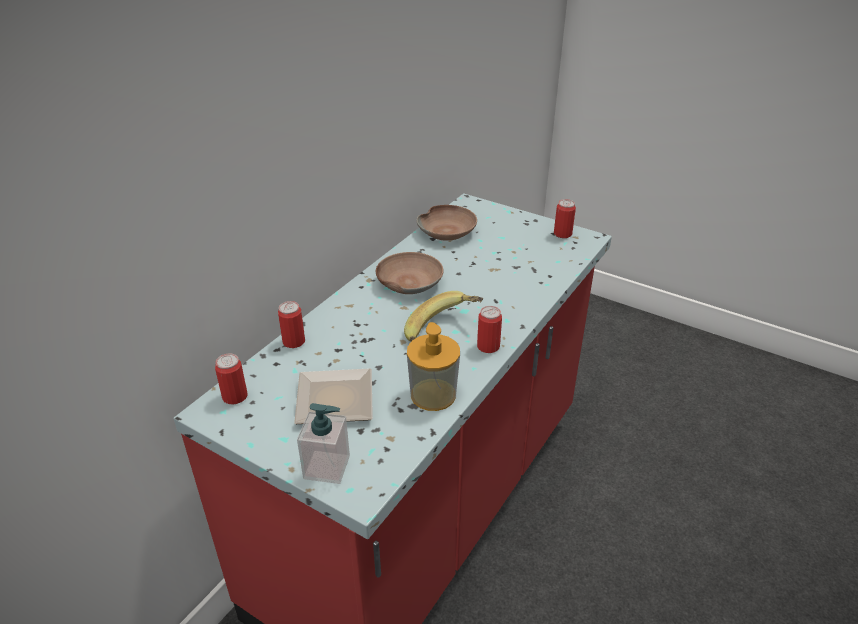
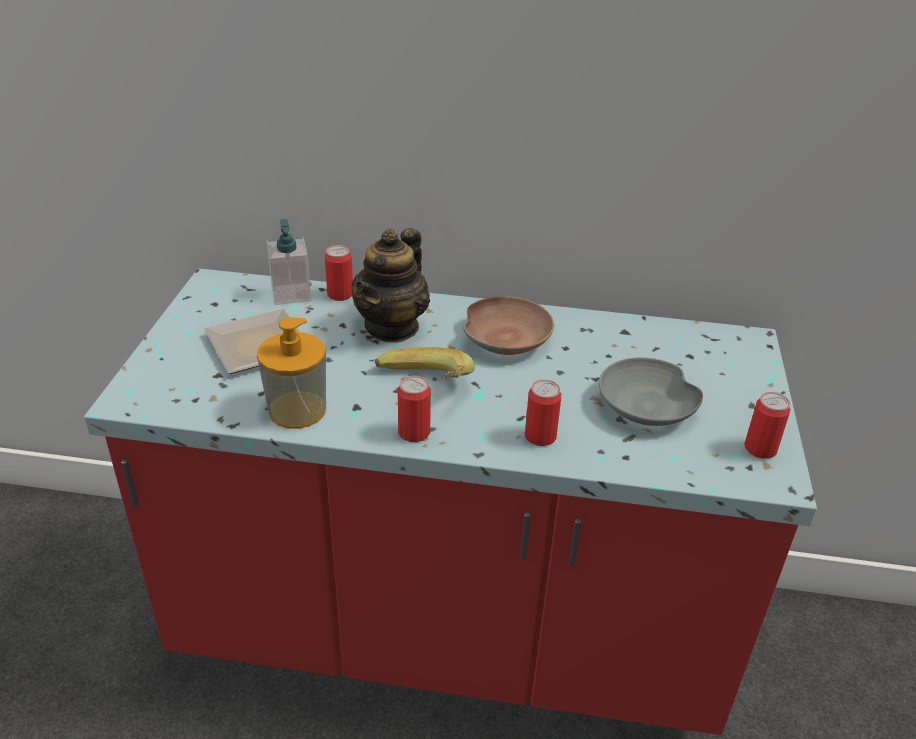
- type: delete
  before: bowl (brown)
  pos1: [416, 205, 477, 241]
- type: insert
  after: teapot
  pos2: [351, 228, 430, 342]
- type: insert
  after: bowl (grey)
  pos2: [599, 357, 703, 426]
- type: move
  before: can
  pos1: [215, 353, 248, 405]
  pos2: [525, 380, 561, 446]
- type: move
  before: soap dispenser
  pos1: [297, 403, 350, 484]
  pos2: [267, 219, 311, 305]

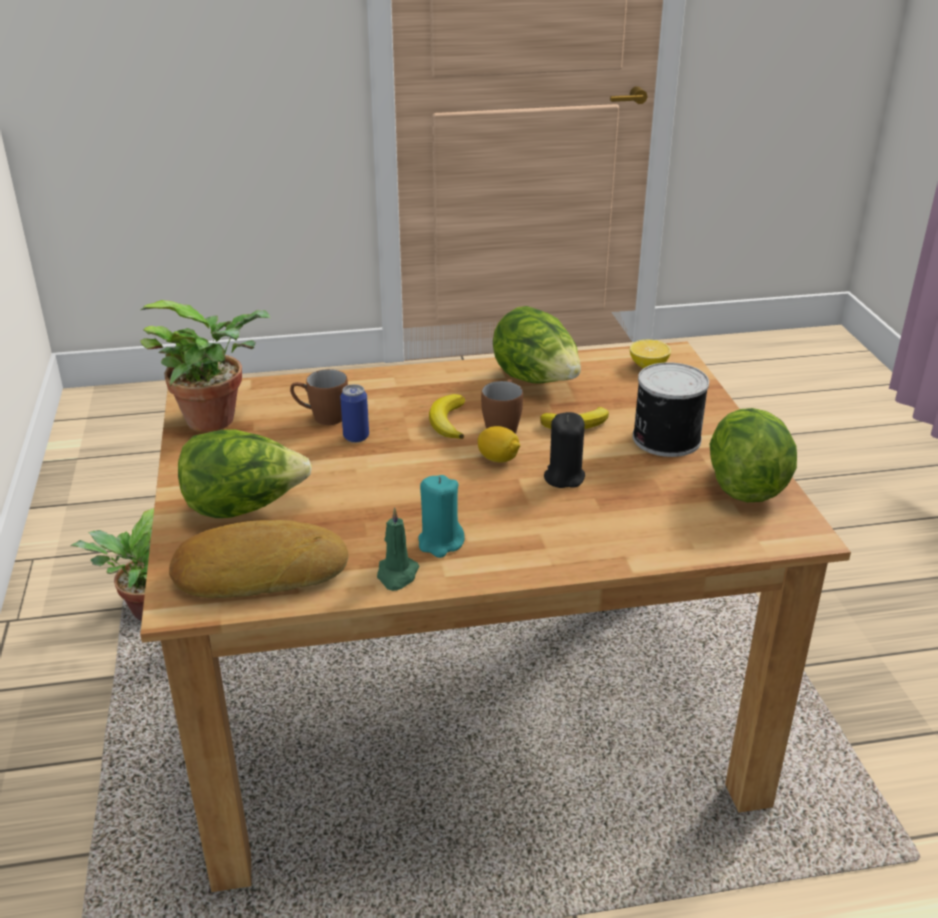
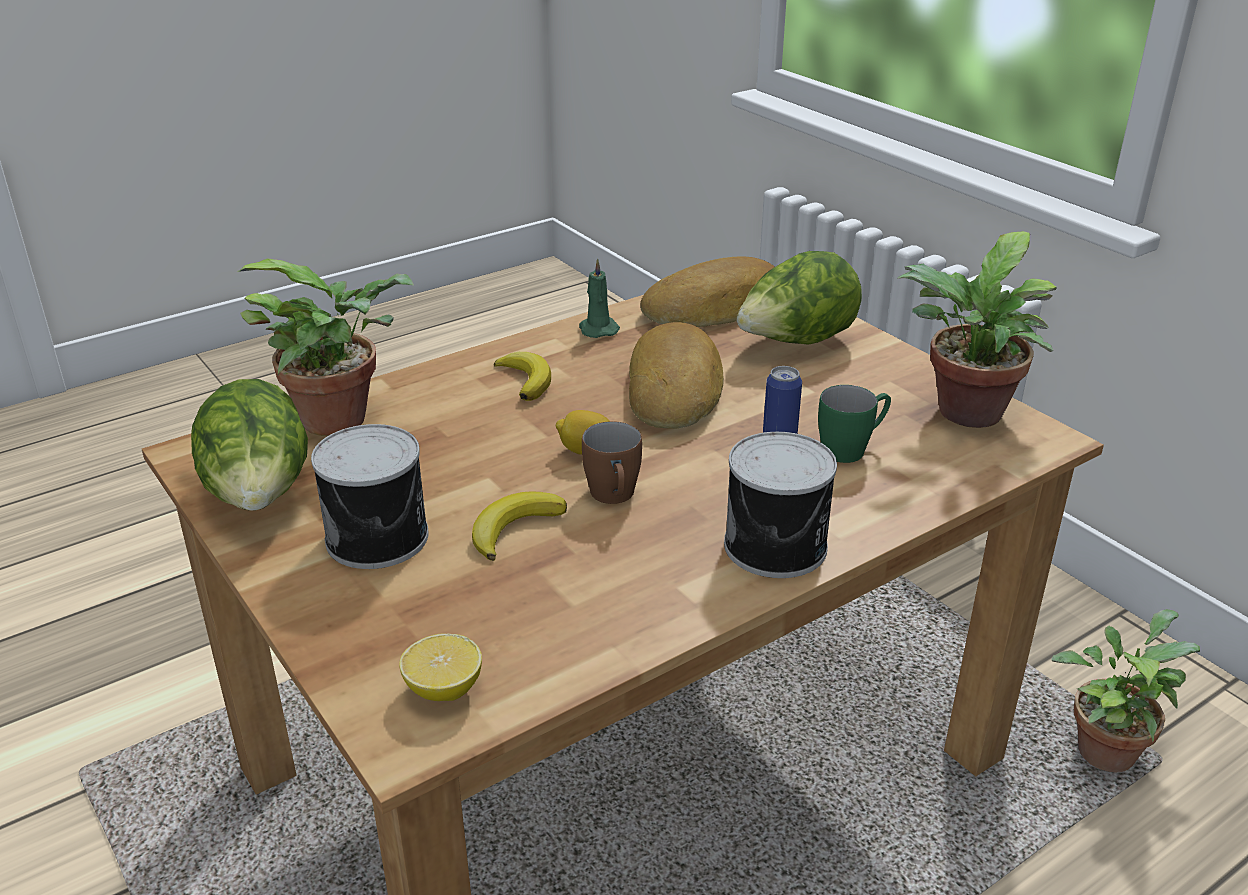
- type: delete
  before: candle (turquoise)
  pos1: [418, 475, 465, 558]
- type: delete
  before: lettuce
  pos1: [493, 306, 581, 384]
- type: delete
  before: candle (black)
  pos1: [544, 412, 585, 488]
- type: insert
  after: potted plant
  pos2: [238, 258, 414, 436]
- type: insert
  after: bread
  pos2: [629, 322, 724, 429]
- type: insert
  after: can
  pos2: [724, 432, 837, 578]
- type: move
  before: banana
  pos1: [429, 394, 465, 439]
  pos2: [494, 352, 551, 401]
- type: recolor
  before: mug (brown)
  after: mug (green)
  pos1: [290, 369, 348, 425]
  pos2: [818, 385, 891, 463]

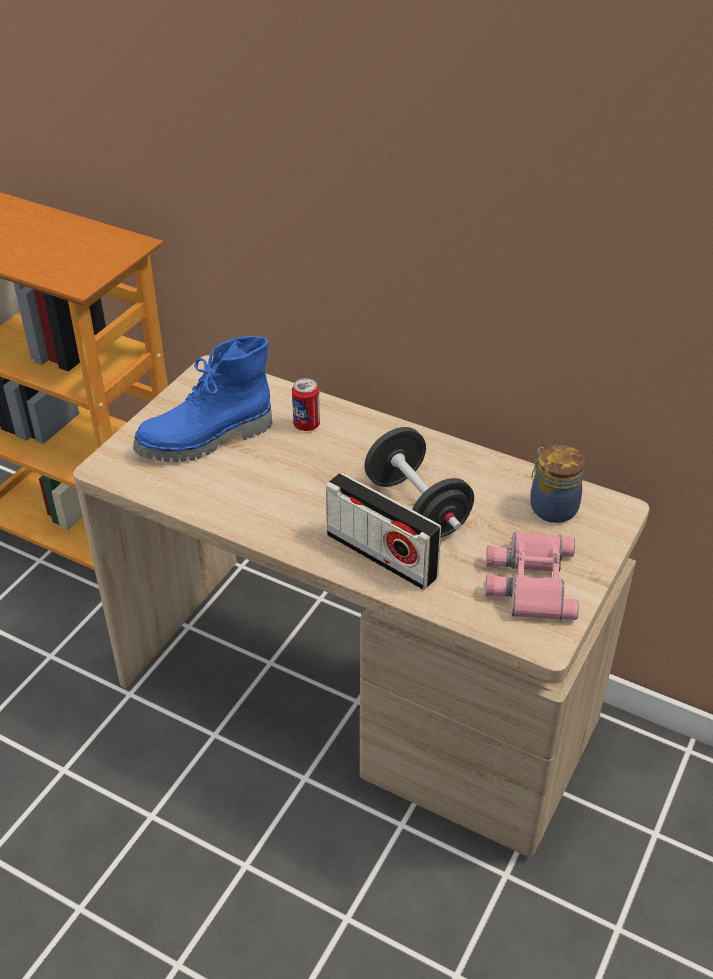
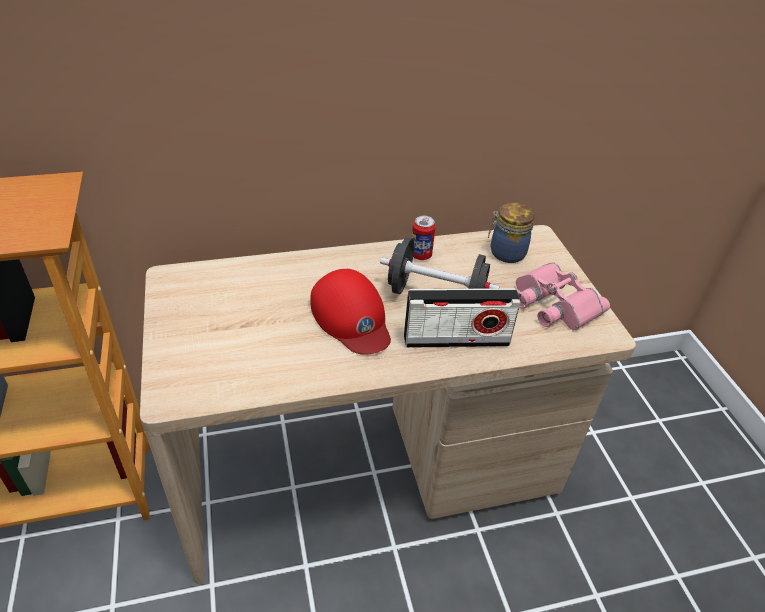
- type: delete
  before: boot (blue)
  pos1: [133, 336, 272, 462]
- type: insert
  after: cap (red)
  pos2: [310, 269, 391, 355]
- type: move
  before: can
  pos1: [292, 378, 320, 431]
  pos2: [412, 216, 436, 260]

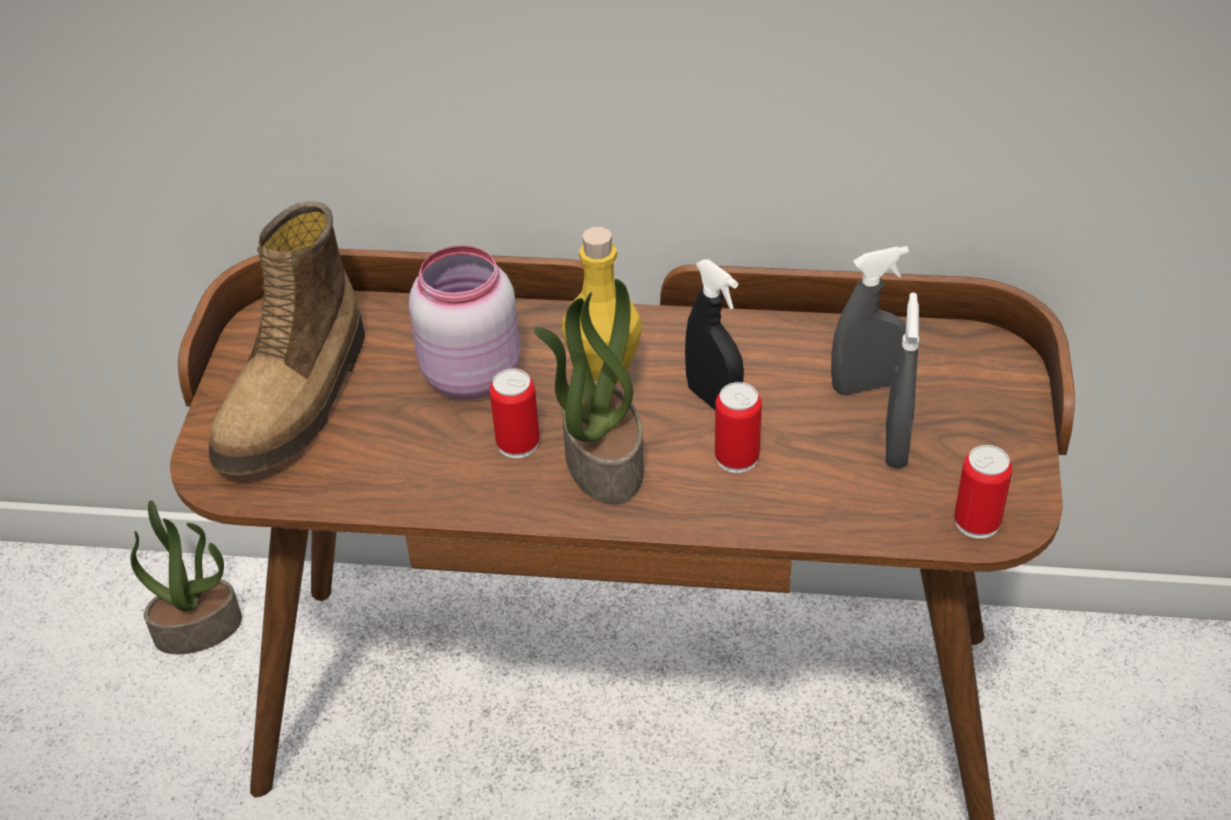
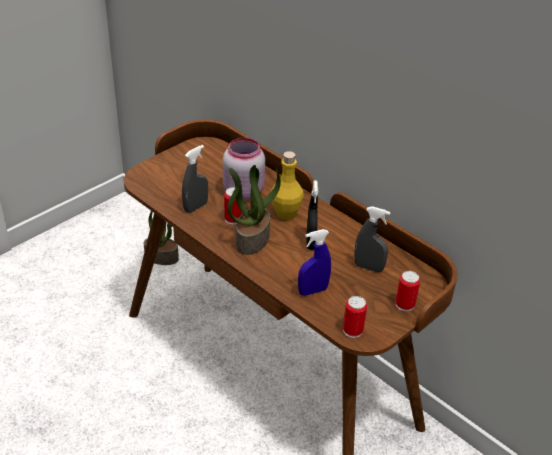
- type: delete
  before: boot
  pos1: [209, 201, 365, 475]
- type: insert
  after: spray bottle (blue)
  pos2: [298, 229, 331, 296]
- type: move
  before: can
  pos1: [715, 382, 762, 473]
  pos2: [396, 271, 420, 312]
- type: move
  before: spray bottle (grey)
  pos1: [885, 293, 919, 468]
  pos2: [182, 145, 208, 213]

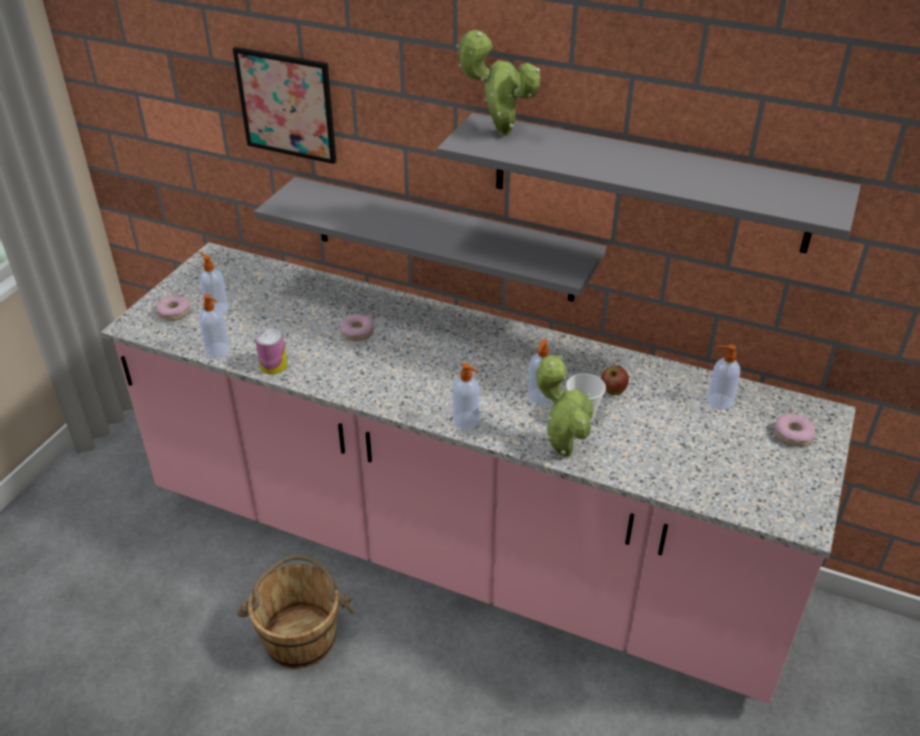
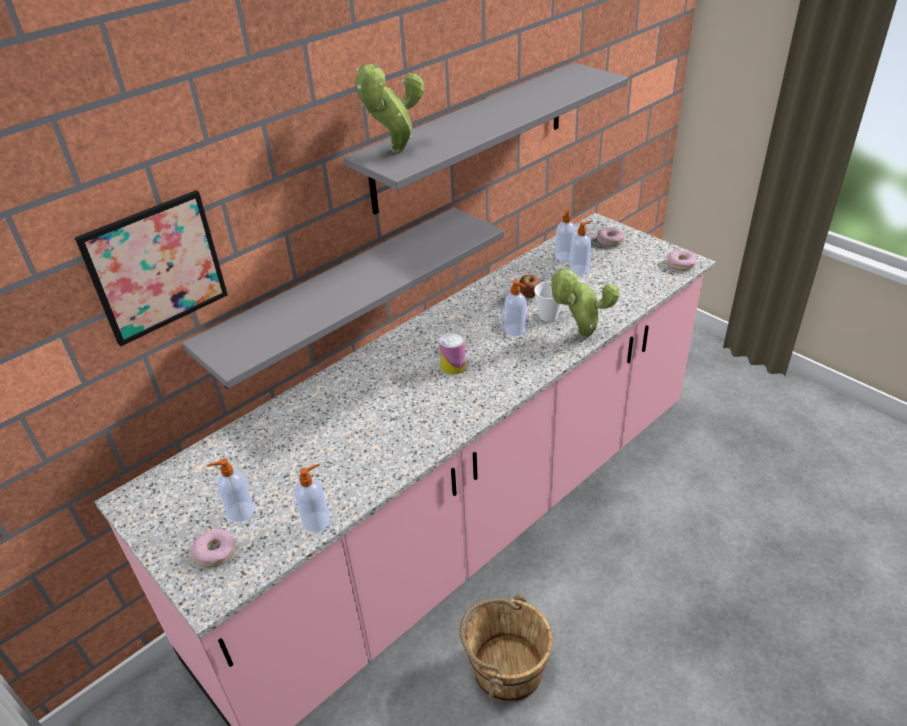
- type: move
  before: can
  pos1: [255, 328, 288, 374]
  pos2: [439, 332, 466, 375]
- type: move
  before: donut
  pos1: [340, 314, 375, 341]
  pos2: [667, 250, 697, 271]
- type: move
  before: soap dispenser
  pos1: [453, 363, 479, 429]
  pos2: [570, 220, 593, 275]

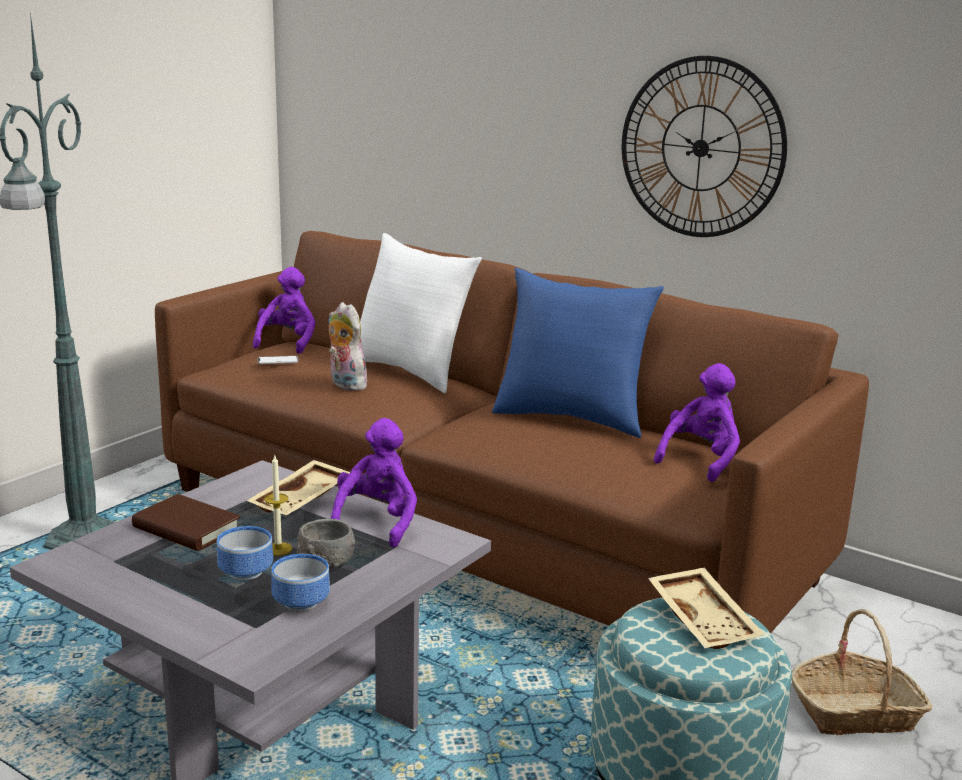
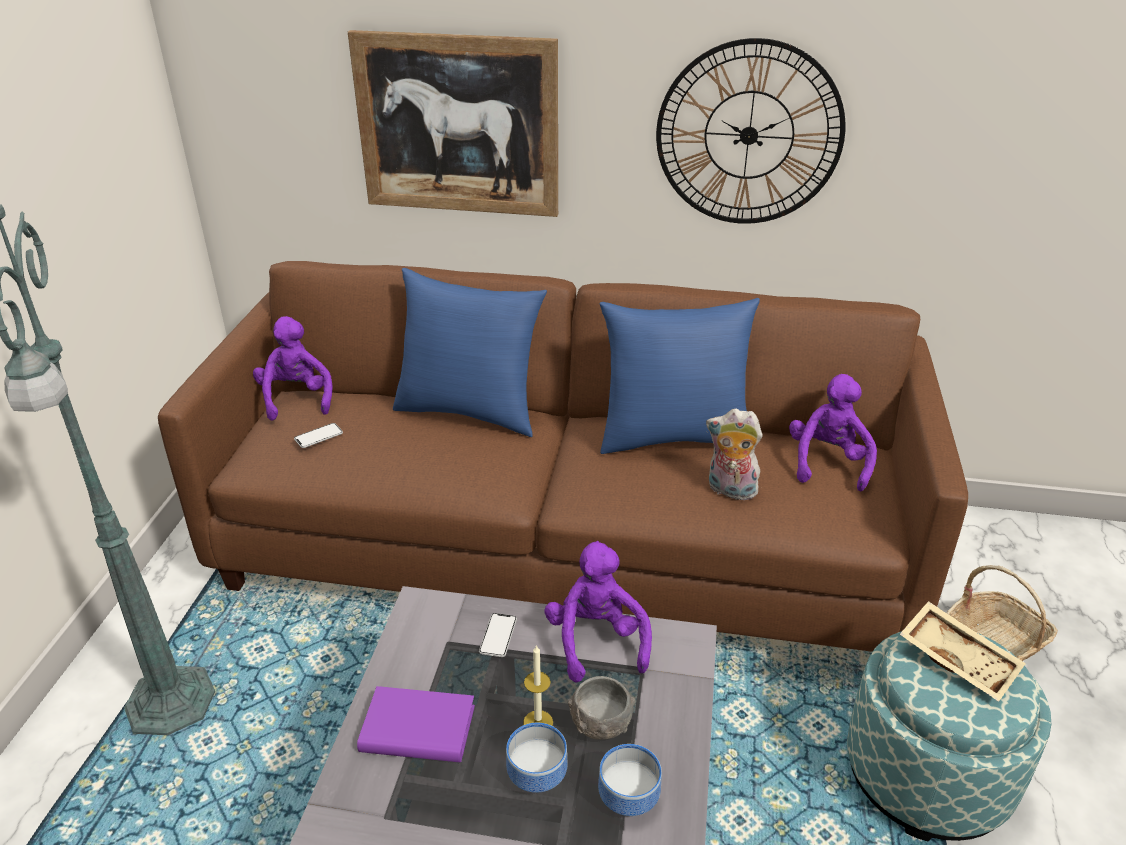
- type: insert
  after: picture
  pos2: [348, 30, 558, 217]
- type: move
  before: plush toy
  pos1: [328, 302, 369, 391]
  pos2: [706, 409, 763, 500]
- type: replace
  before: tray (beige)
  after: phone
  pos1: [247, 460, 350, 515]
  pos2: [479, 613, 517, 657]
- type: recolor
  before: book (brown)
  after: book (purple)
  pos1: [132, 494, 241, 551]
  pos2: [357, 686, 475, 762]
- type: recolor
  before: pillow (white)
  after: pillow (blue)
  pos1: [360, 233, 482, 393]
  pos2: [393, 268, 547, 437]

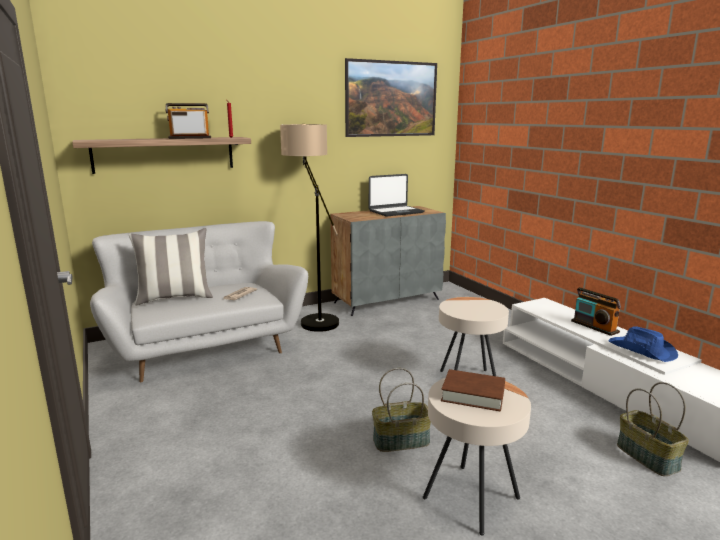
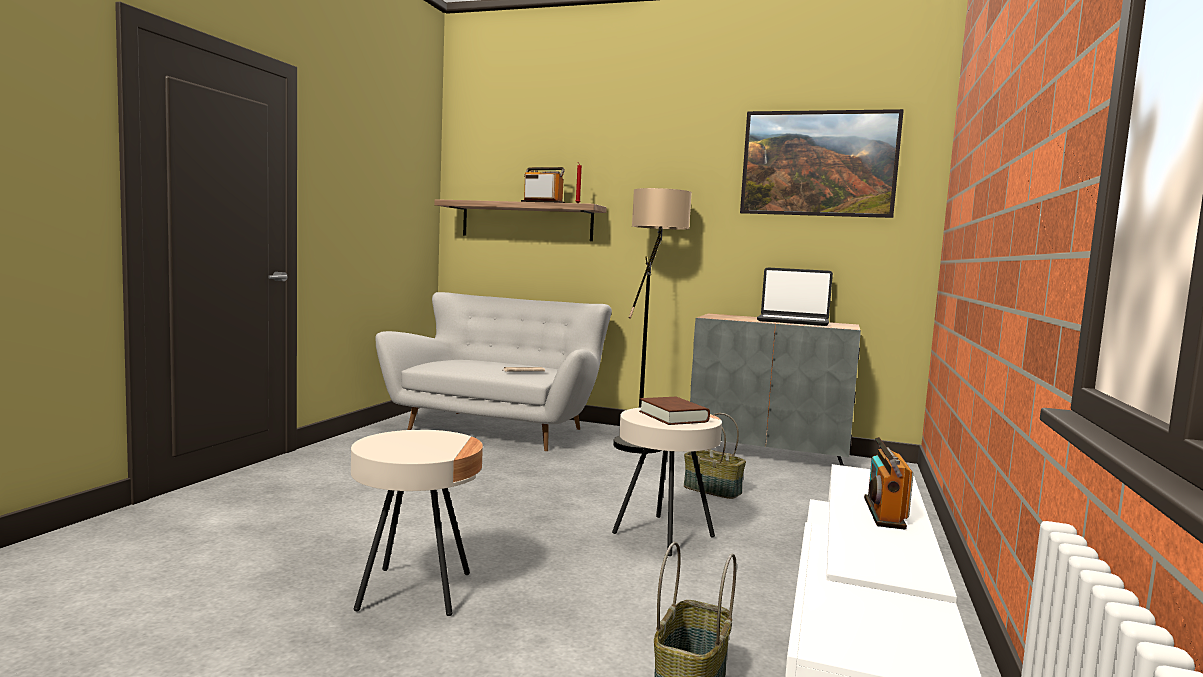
- type: delete
  before: pillow
  pos1: [129, 228, 213, 306]
- type: delete
  before: hat (blue)
  pos1: [608, 326, 678, 362]
- type: move
  before: basket
  pos1: [372, 368, 431, 452]
  pos2: [684, 413, 746, 499]
- type: move
  before: book (brown)
  pos1: [441, 369, 505, 412]
  pos2: [639, 397, 710, 425]

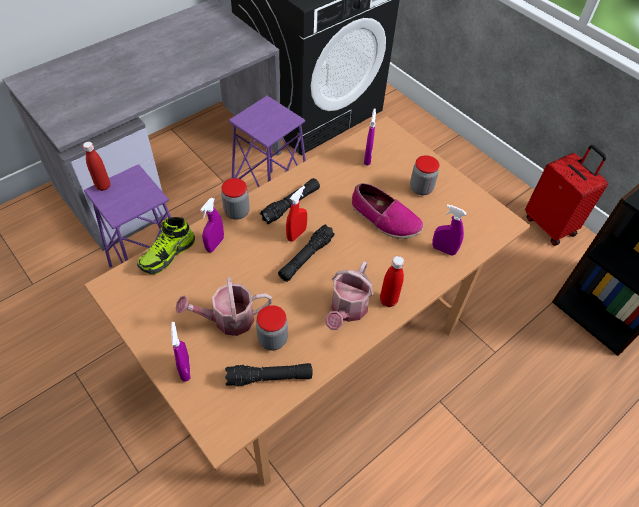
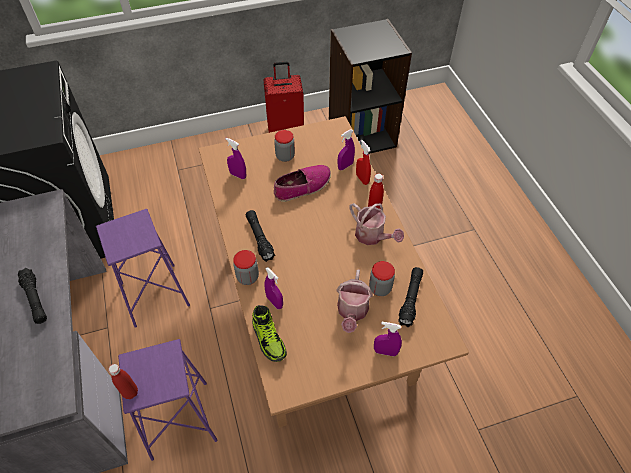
- type: move
  before: flashlight (black)
  pos1: [278, 224, 335, 282]
  pos2: [18, 268, 47, 324]
- type: move
  before: spray bottle (red)
  pos1: [286, 186, 307, 241]
  pos2: [356, 140, 371, 185]

